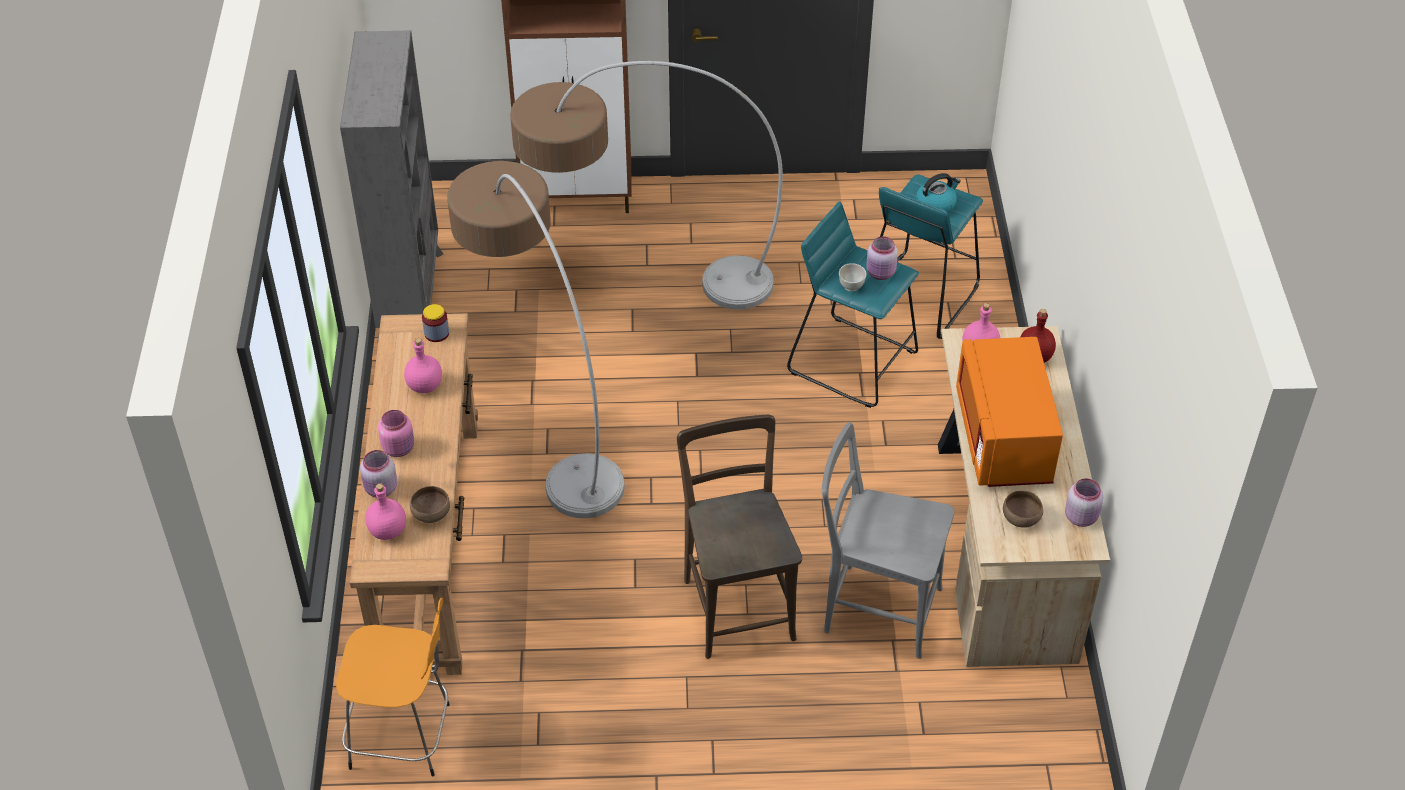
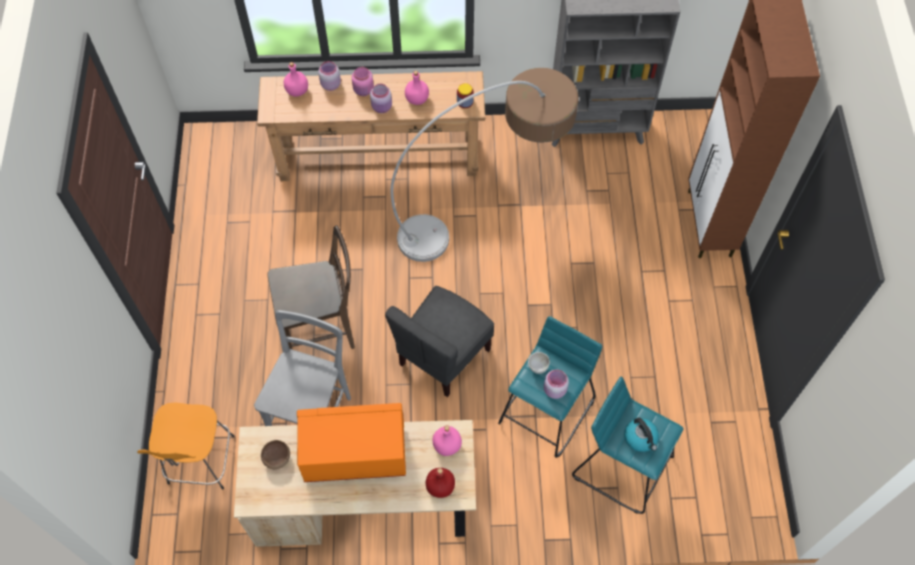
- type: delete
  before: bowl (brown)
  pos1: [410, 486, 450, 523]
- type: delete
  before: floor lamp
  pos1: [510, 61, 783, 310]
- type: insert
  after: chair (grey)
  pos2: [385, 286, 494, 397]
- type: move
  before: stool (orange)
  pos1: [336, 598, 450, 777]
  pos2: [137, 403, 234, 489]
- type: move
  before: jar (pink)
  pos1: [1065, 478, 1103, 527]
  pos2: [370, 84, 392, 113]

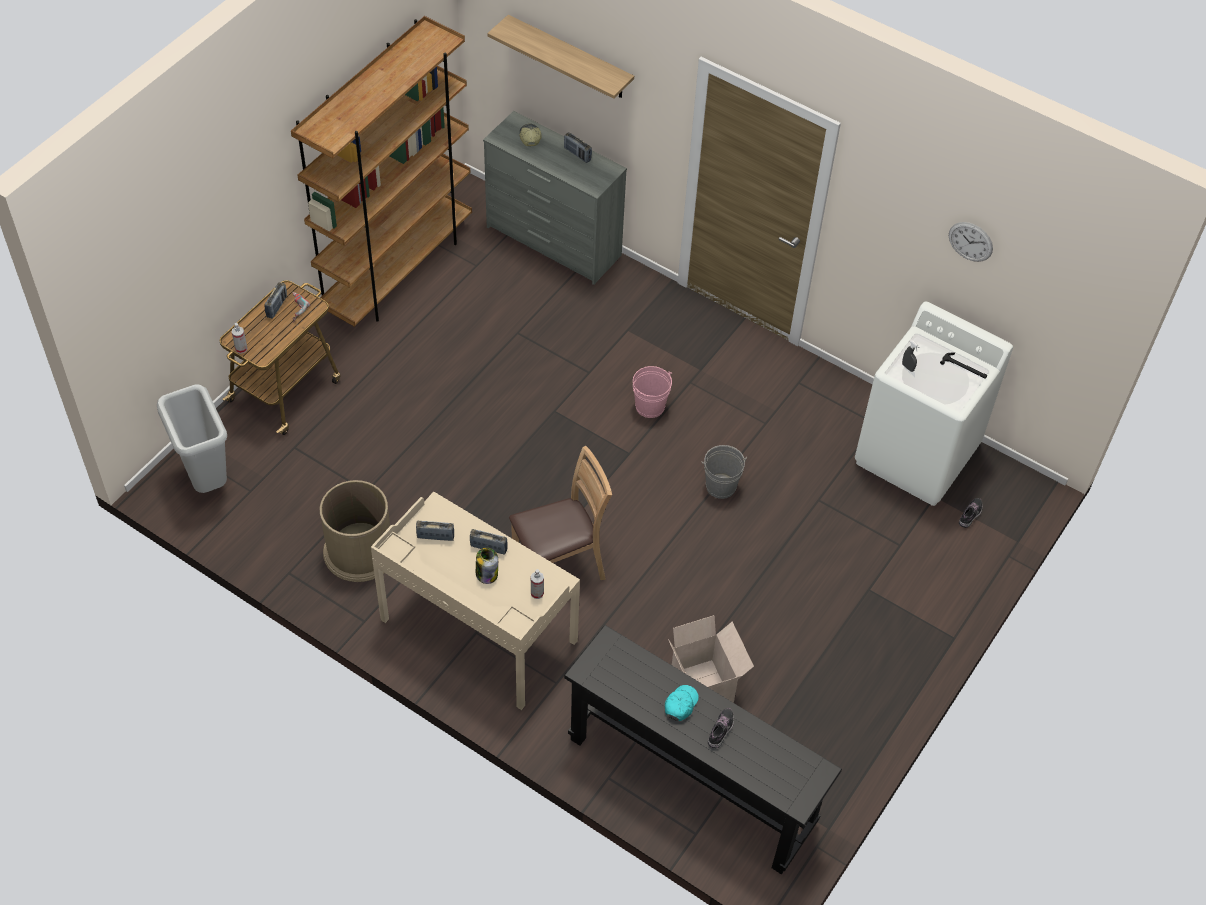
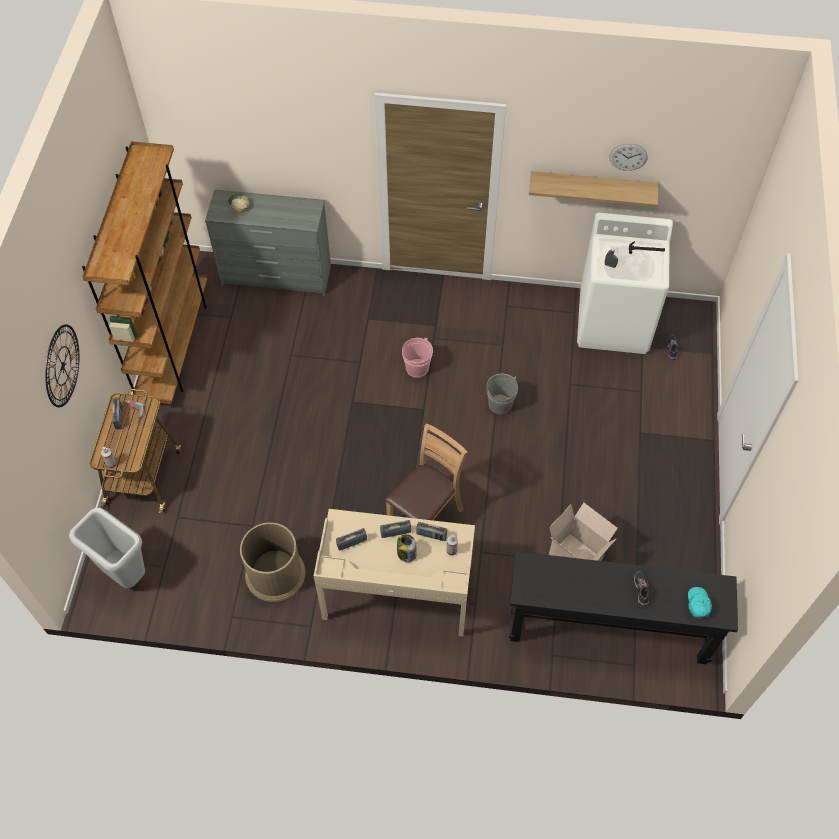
- type: insert
  after: wall clock
  pos2: [45, 324, 79, 407]
- type: move
  before: shelf
  pos1: [487, 15, 634, 99]
  pos2: [529, 171, 658, 207]
- type: move
  before: radio
  pos1: [564, 132, 592, 163]
  pos2: [416, 522, 447, 541]
- type: move
  before: cap (turquoise)
  pos1: [665, 685, 699, 721]
  pos2: [688, 587, 712, 619]

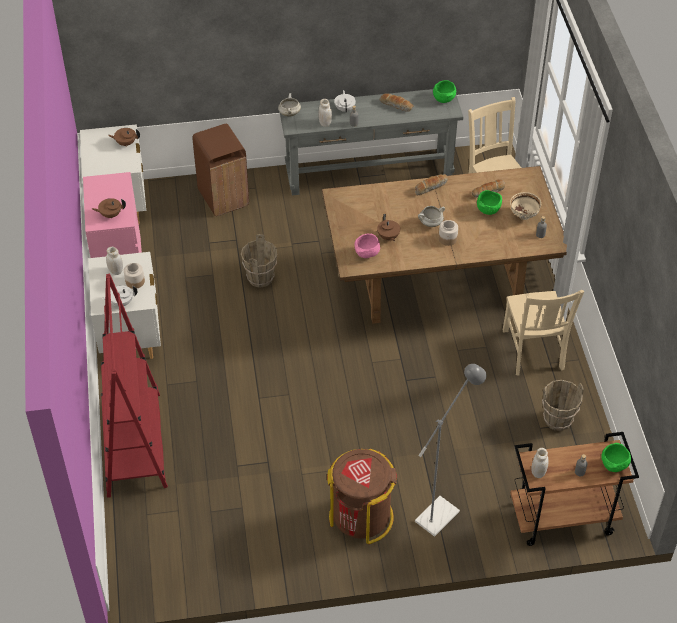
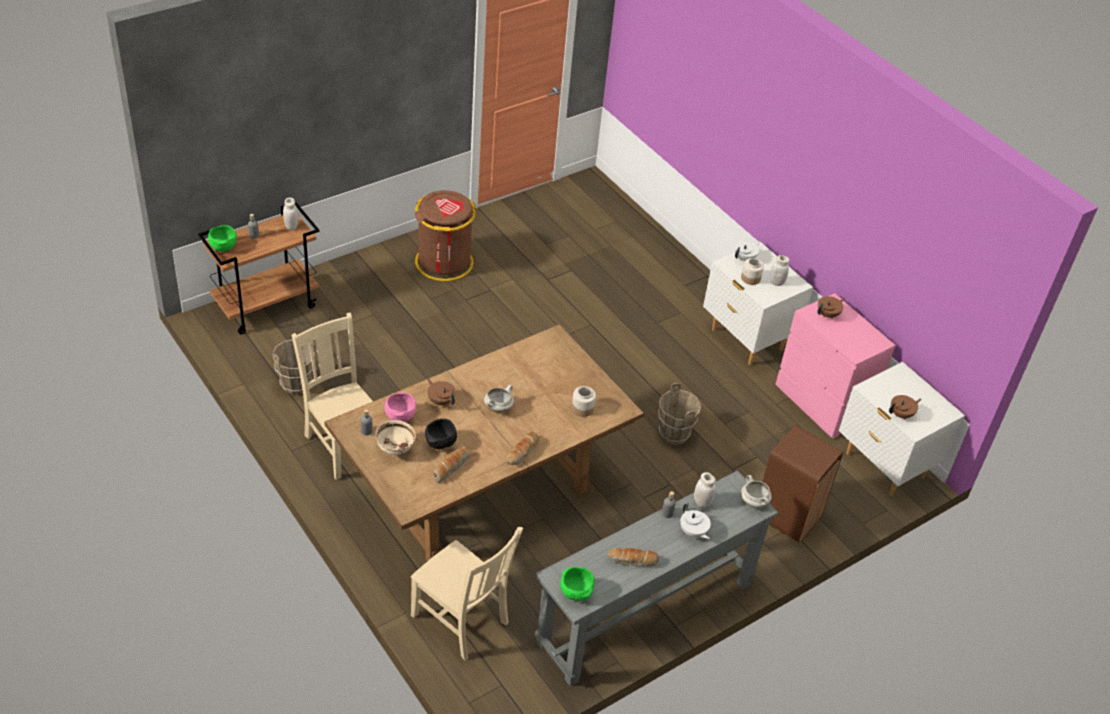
- type: delete
  before: bookcase (red)
  pos1: [101, 274, 168, 498]
- type: delete
  before: floor lamp (grey)
  pos1: [415, 364, 486, 537]
- type: move
  before: bowl (pink)
  pos1: [355, 233, 380, 258]
  pos2: [385, 392, 416, 422]
- type: move
  before: teapot (brown)
  pos1: [377, 214, 400, 241]
  pos2: [427, 379, 456, 405]
- type: move
  before: jar
  pos1: [439, 220, 458, 246]
  pos2: [572, 386, 596, 417]
- type: recolor
  before: bowl (green)
  after: bowl (black)
  pos1: [477, 190, 502, 215]
  pos2: [425, 418, 457, 449]

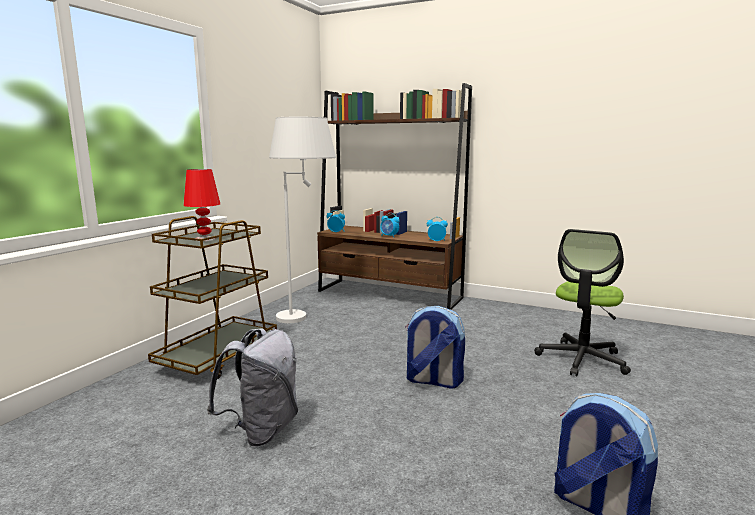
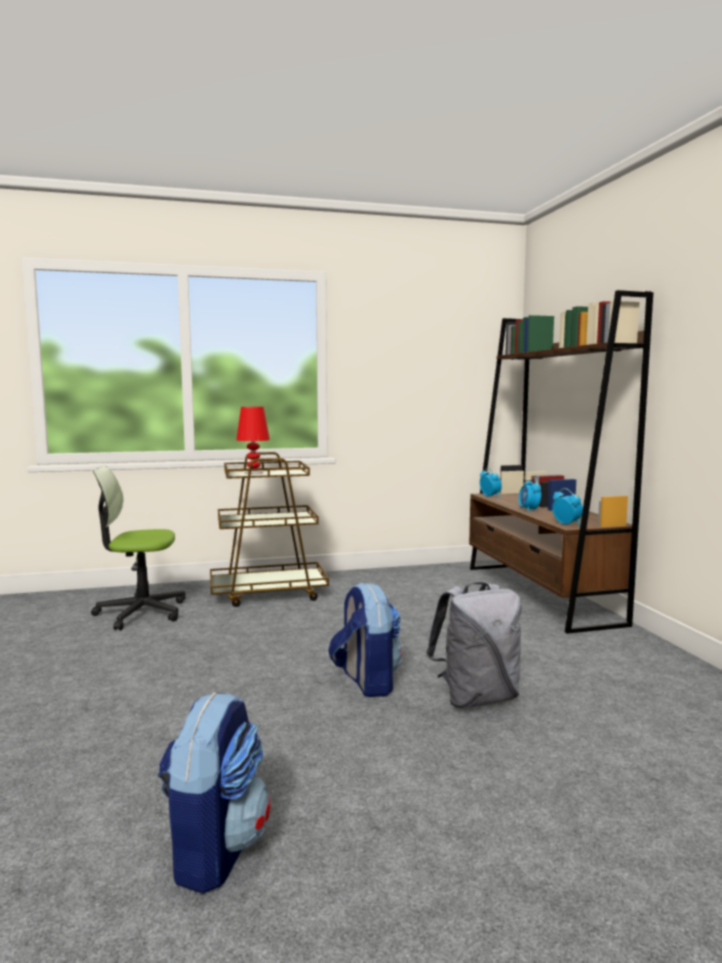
- type: delete
  before: floor lamp (white)
  pos1: [269, 117, 336, 323]
- type: move
  before: backpack (grey)
  pos1: [207, 328, 298, 447]
  pos2: [426, 582, 521, 708]
- type: move
  before: office chair
  pos1: [534, 229, 631, 376]
  pos2: [91, 466, 185, 630]

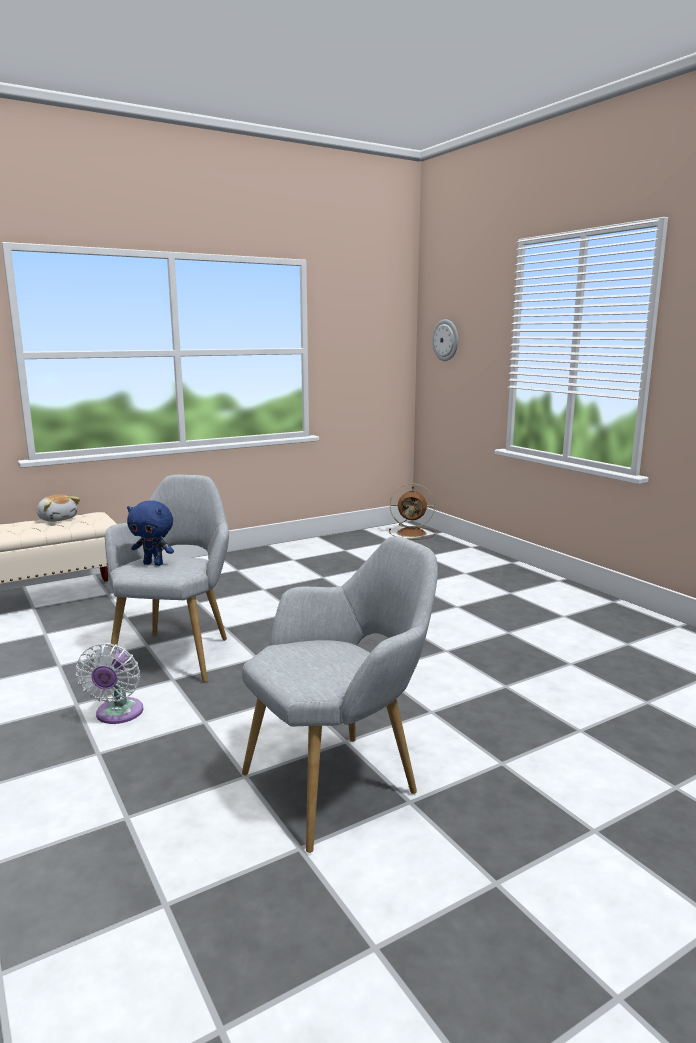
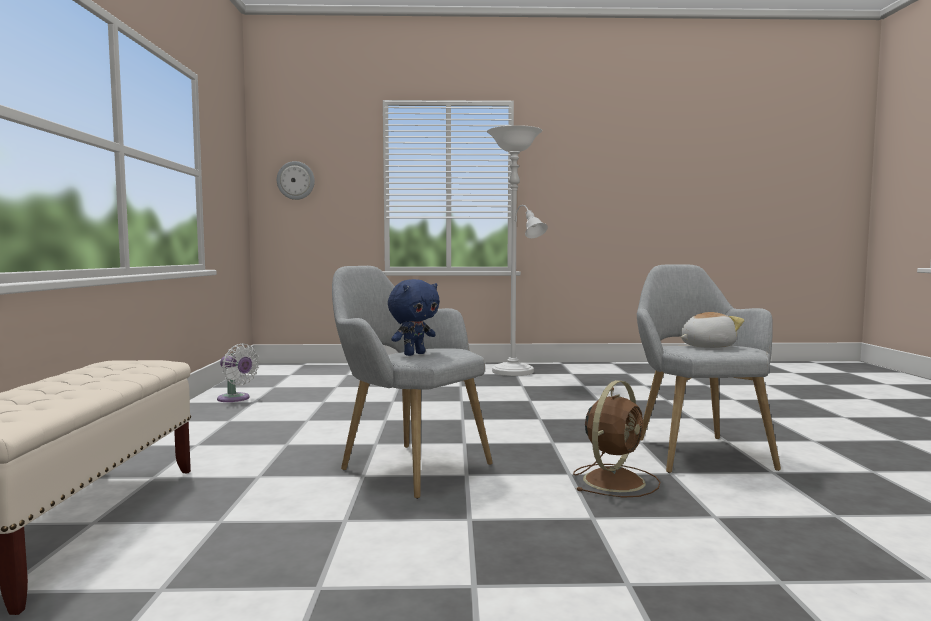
- type: insert
  after: floor lamp (white)
  pos2: [487, 125, 548, 376]
- type: move
  before: plush toy
  pos1: [37, 494, 80, 522]
  pos2: [681, 312, 744, 348]
- type: move
  before: fan (white)
  pos1: [75, 643, 143, 724]
  pos2: [217, 343, 260, 402]
- type: move
  before: fan (brown)
  pos1: [389, 483, 435, 540]
  pos2: [573, 380, 660, 498]

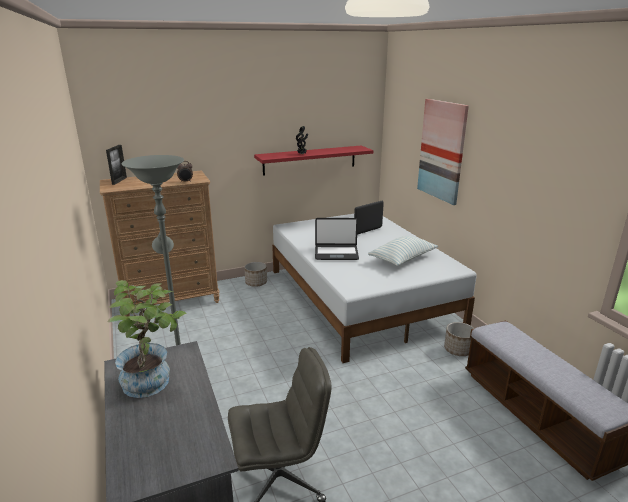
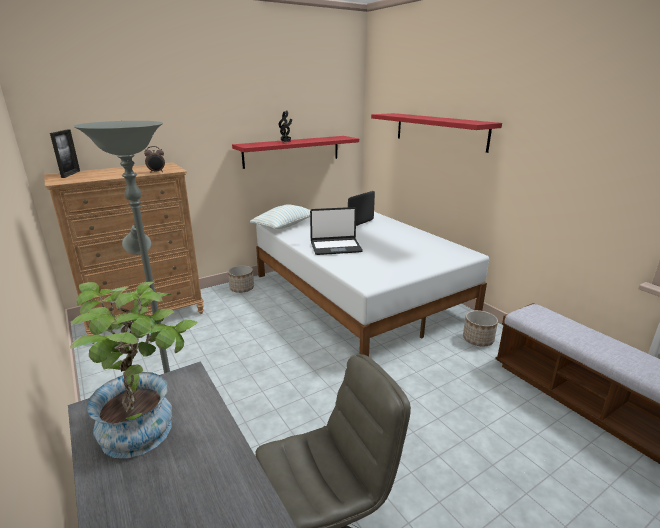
- type: move
  before: pillow
  pos1: [368, 236, 438, 266]
  pos2: [250, 204, 310, 229]
- type: replace
  before: picture
  after: shelf (red)
  pos1: [417, 99, 469, 205]
  pos2: [371, 113, 502, 153]

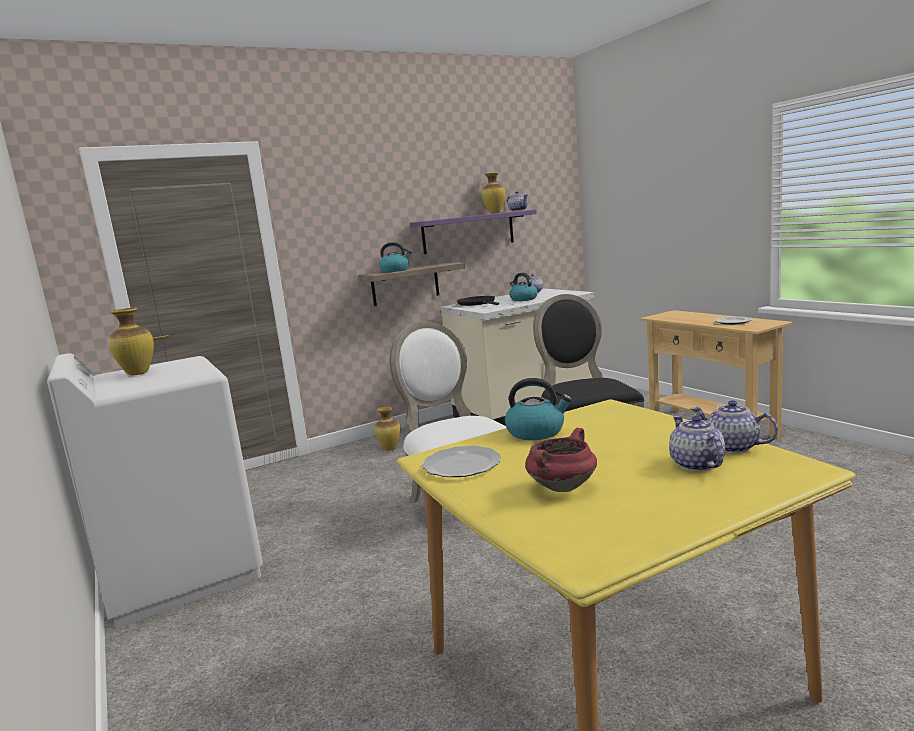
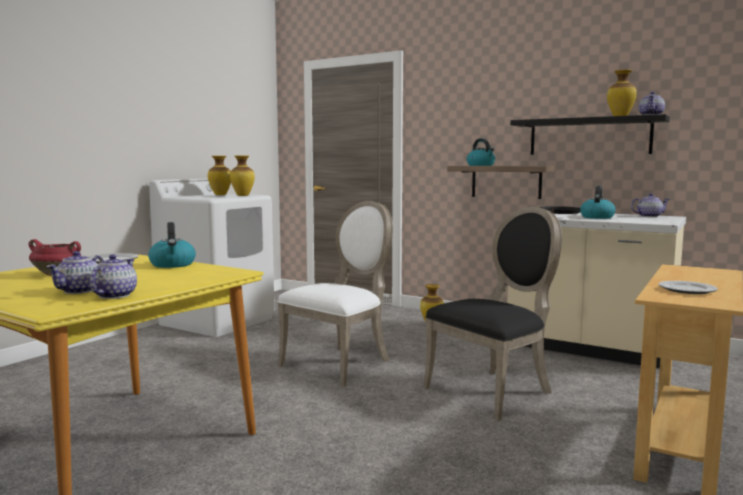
- type: insert
  after: vase
  pos2: [230, 156, 255, 196]
- type: recolor
  before: shelf (purple)
  after: shelf (black)
  pos1: [410, 209, 537, 254]
  pos2: [510, 114, 670, 155]
- type: rotate
  before: teapot
  pos1: [669, 416, 725, 471]
  pos2: [46, 251, 104, 294]
  turn: 150

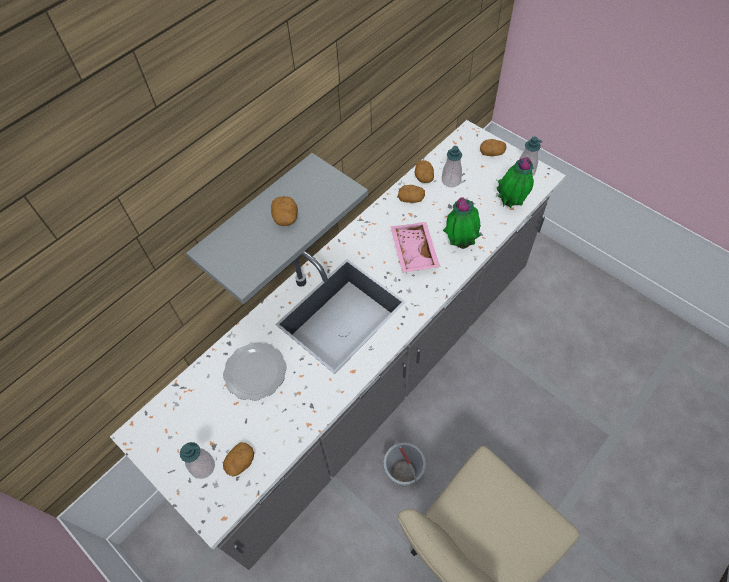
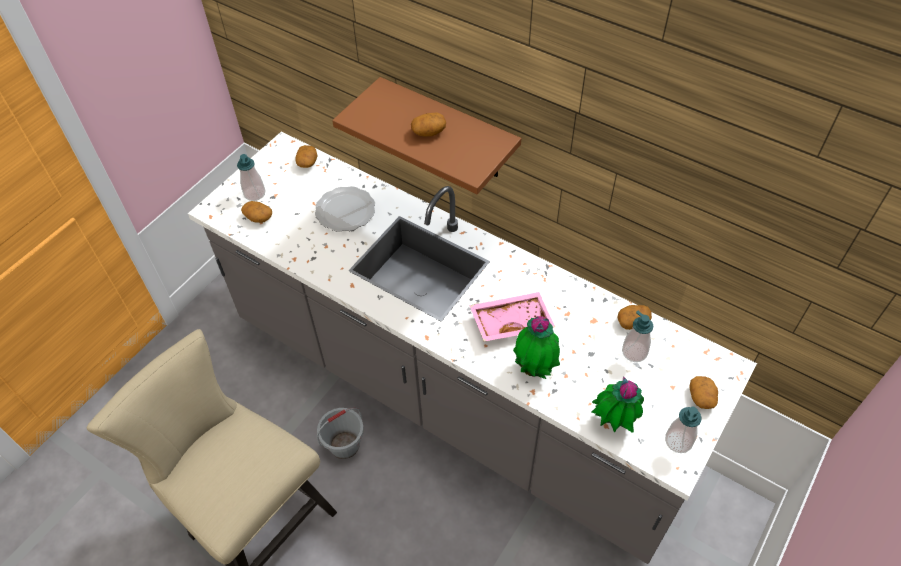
- type: move
  before: potato
  pos1: [398, 185, 425, 203]
  pos2: [295, 145, 318, 168]
- type: recolor
  before: shelf (grey)
  after: shelf (brown)
  pos1: [186, 153, 368, 304]
  pos2: [332, 77, 521, 194]

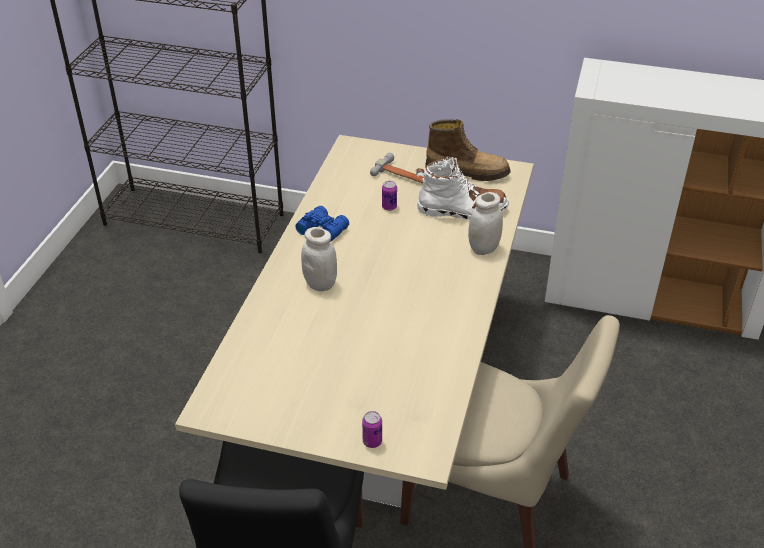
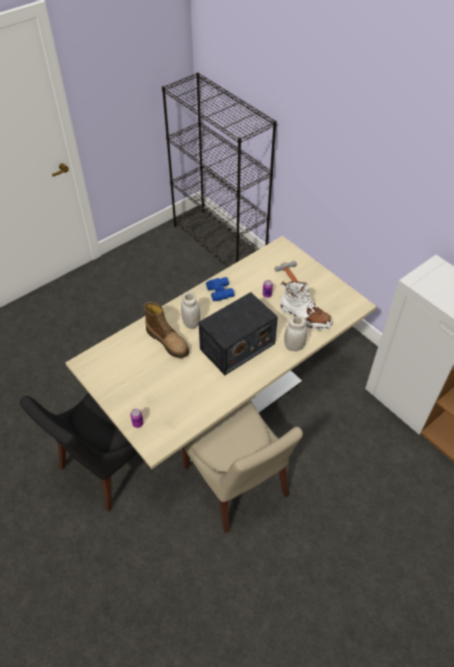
- type: insert
  after: radio
  pos2: [198, 292, 278, 375]
- type: move
  before: boot
  pos1: [425, 119, 511, 181]
  pos2: [144, 302, 189, 358]

